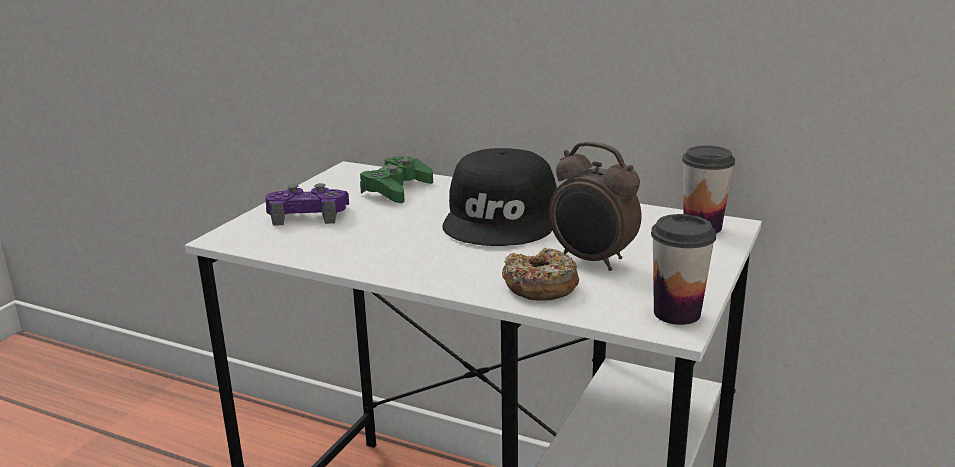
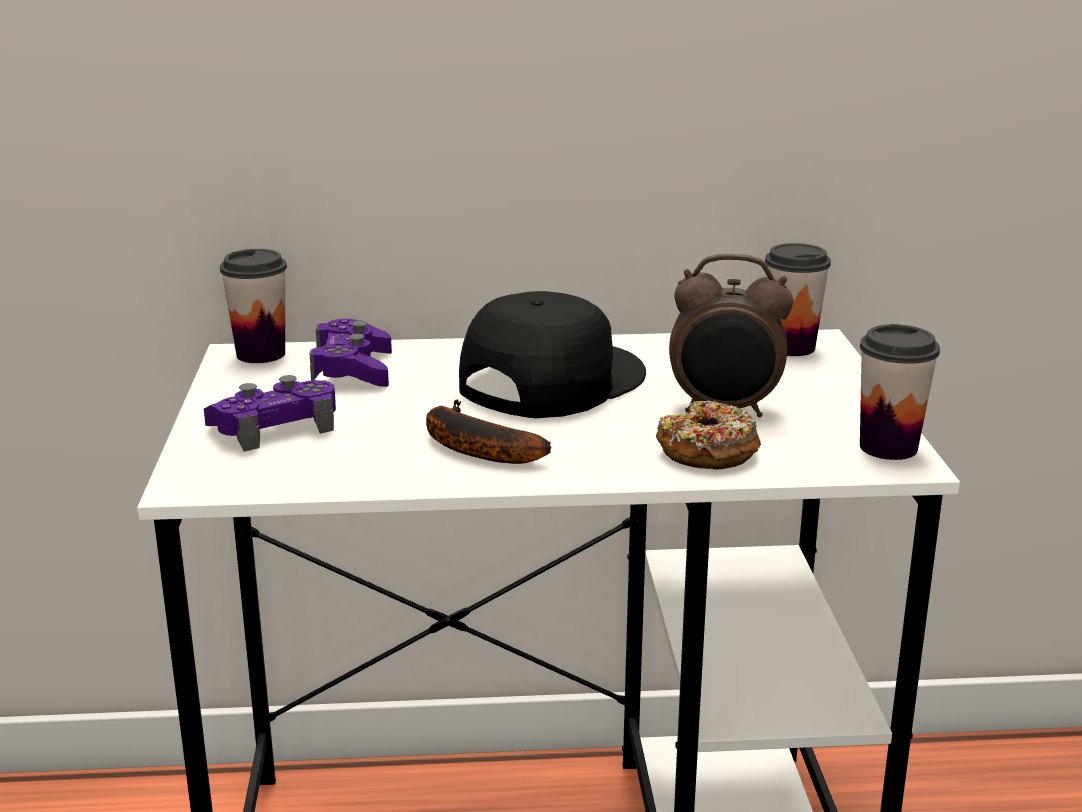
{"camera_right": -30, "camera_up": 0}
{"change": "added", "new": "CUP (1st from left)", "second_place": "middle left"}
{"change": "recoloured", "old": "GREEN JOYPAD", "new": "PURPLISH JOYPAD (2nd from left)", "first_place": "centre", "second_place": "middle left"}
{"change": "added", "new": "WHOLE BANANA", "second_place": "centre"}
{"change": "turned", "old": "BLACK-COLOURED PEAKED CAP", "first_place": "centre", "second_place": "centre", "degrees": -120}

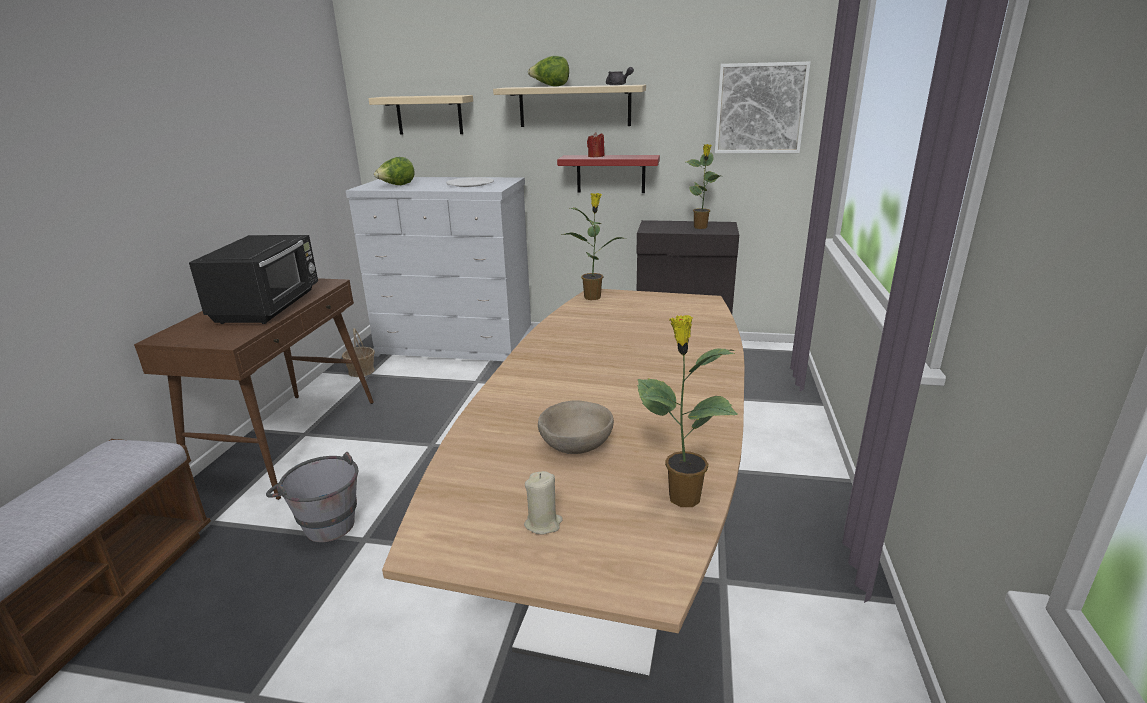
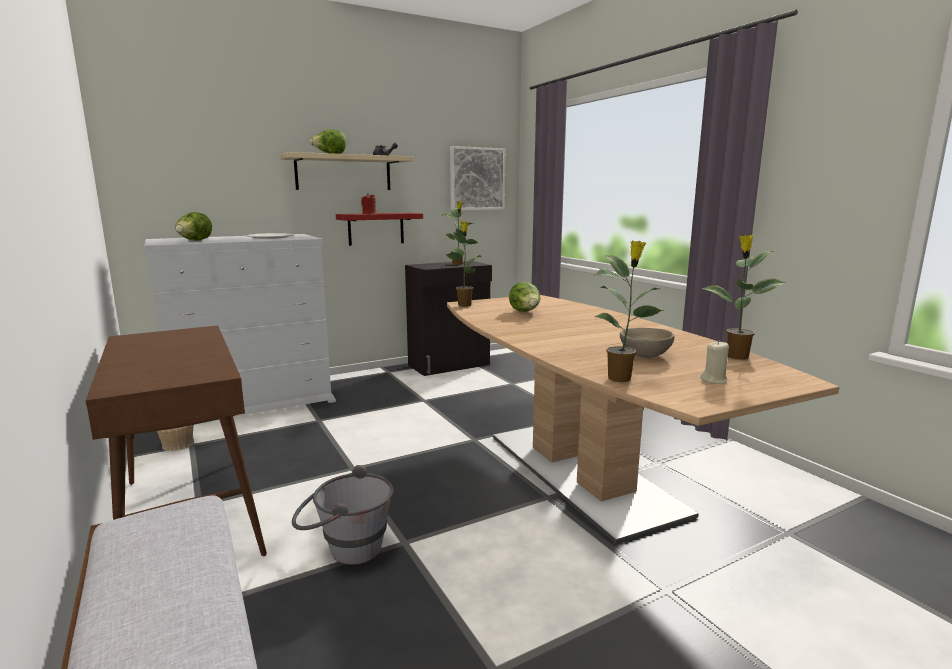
{"camera_right": -40, "camera_up": -10}
{"change": "added", "new": "LETTUCE HEAD (3rd from left)", "second_place": "centre"}
{"change": "added", "new": "HOUSEPLANT (3rd from left)", "second_place": "centre"}
{"change": "removed", "old": "BLACK-COLOURED MICROWAVE OVEN", "first_place": "middle left"}
{"change": "removed", "old": "BEIGE BRACKET SHELF (1st from left)", "first_place": "top centre"}

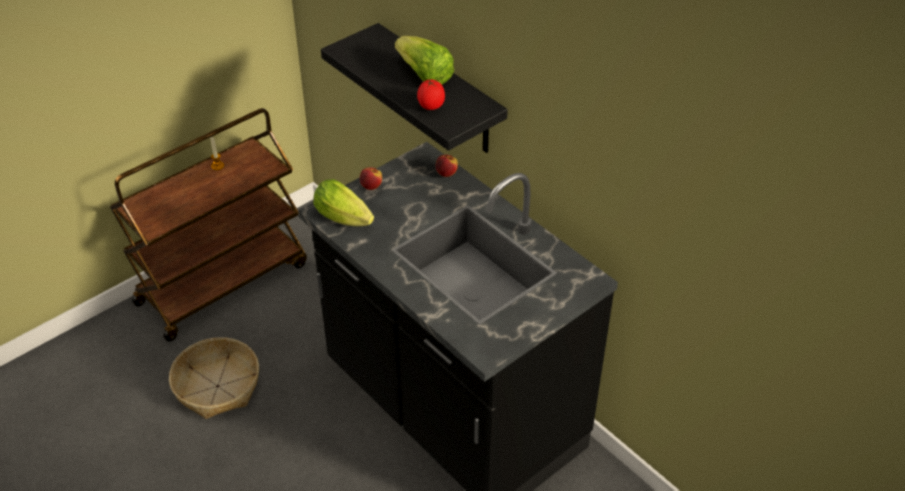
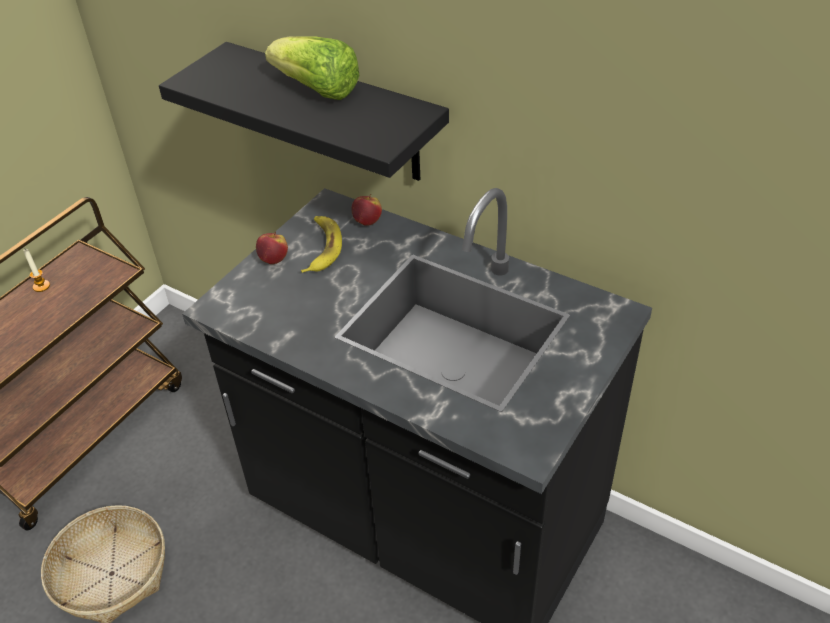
{"camera_right": -15, "camera_up": 0}
{"change": "added", "new": "WHOLE BANANA", "second_place": "centre"}
{"change": "removed", "old": "LETTUCE HEAD (1st from left)", "first_place": "centre"}
{"change": "removed", "old": "FRESH TOMATO", "first_place": "top centre"}

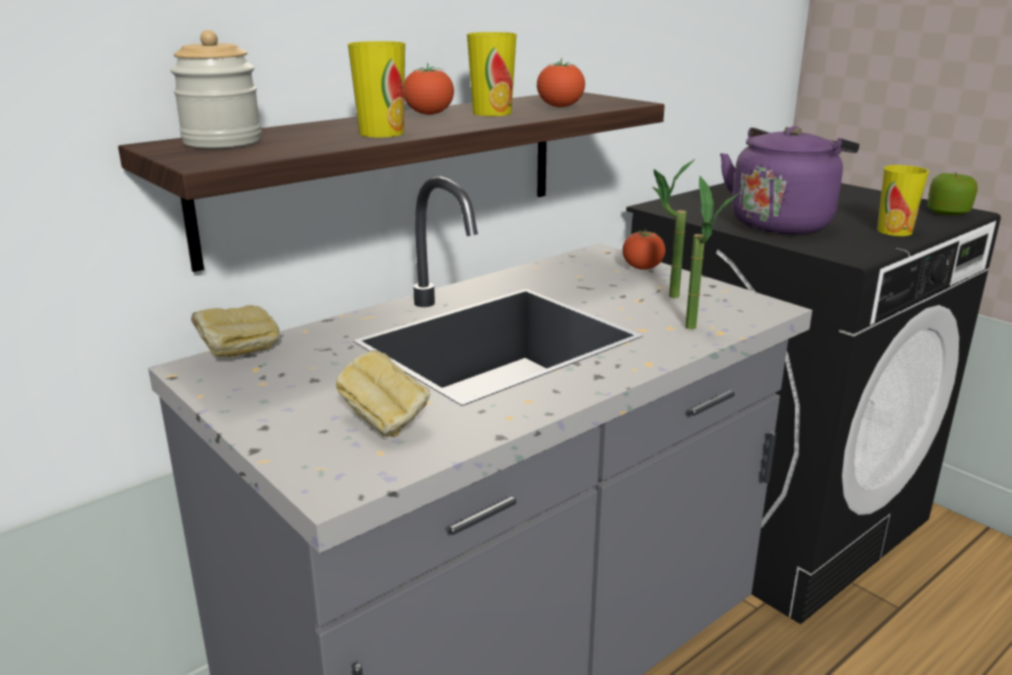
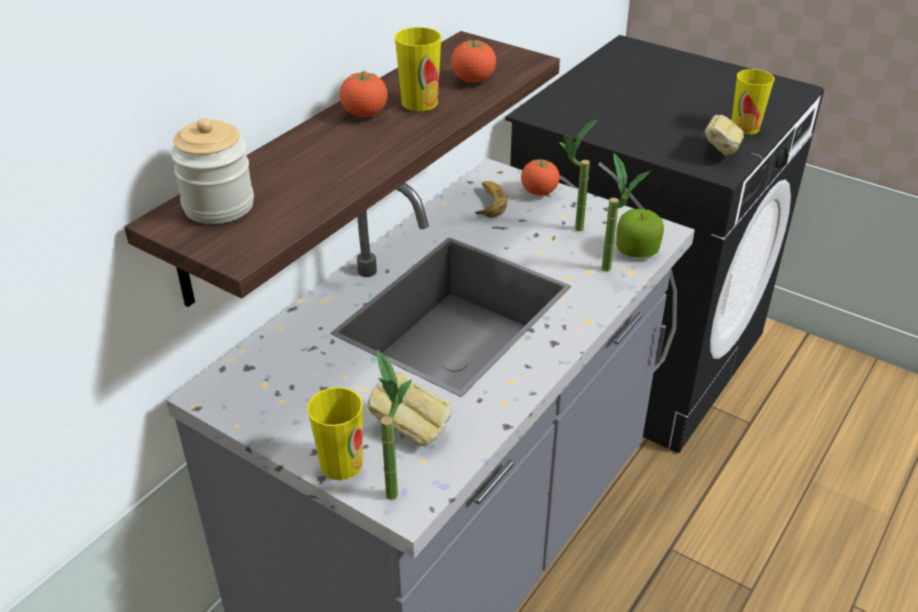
{"camera_right": -15, "camera_up": 15}
{"change": "moved", "old": "CUP (1st from left)", "first_place": "top centre", "second_place": "bottom centre"}
{"change": "added", "new": "HOUSEPLANT (1st from left)", "second_place": "bottom centre"}
{"change": "added", "new": "WHOLE BANANA", "second_place": "top centre"}
{"change": "moved", "old": "WHOLE APPLE", "first_place": "top right", "second_place": "middle right"}
{"change": "moved", "old": "BAKED BREAD (1st from left in the first image)", "new": "BAKED BREAD (2nd from left)", "first_place": "middle left", "second_place": "top right"}
{"change": "removed", "old": "PURPLISH TEA KETTLE", "first_place": "top right"}

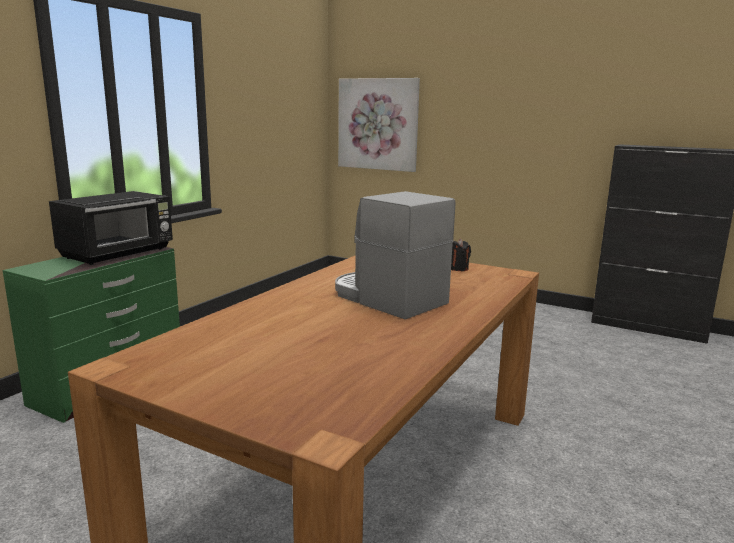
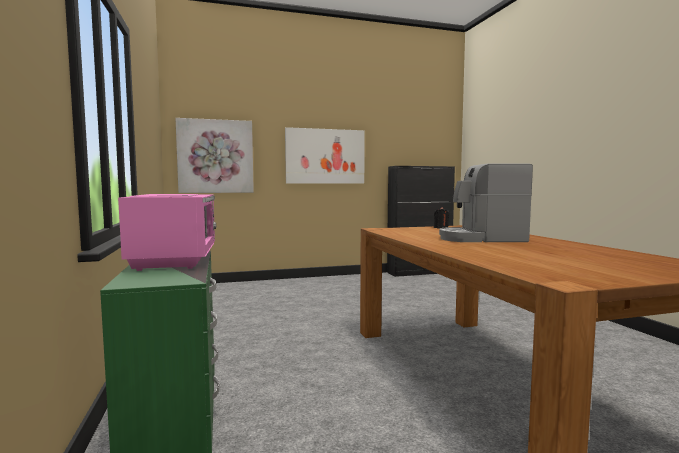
{"camera_right": -45, "camera_up": -10}
{"change": "recoloured", "old": "BLACK-COLOURED MICROWAVE OVEN", "new": "PINK-COLOURED MICROWAVE OVEN", "first_place": "middle left", "second_place": "middle left"}
{"change": "added", "new": "WALL PICTURE (2nd from left)", "second_place": "centre"}

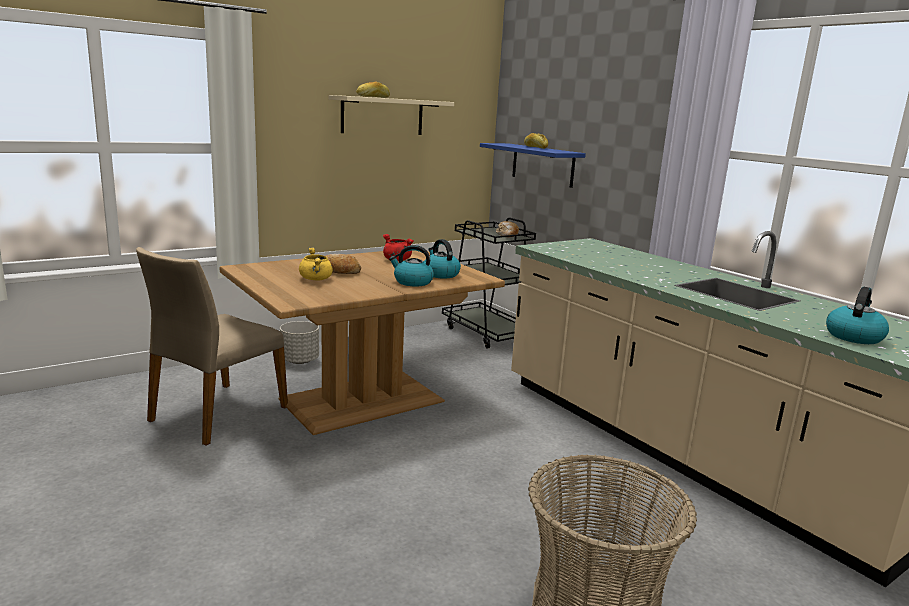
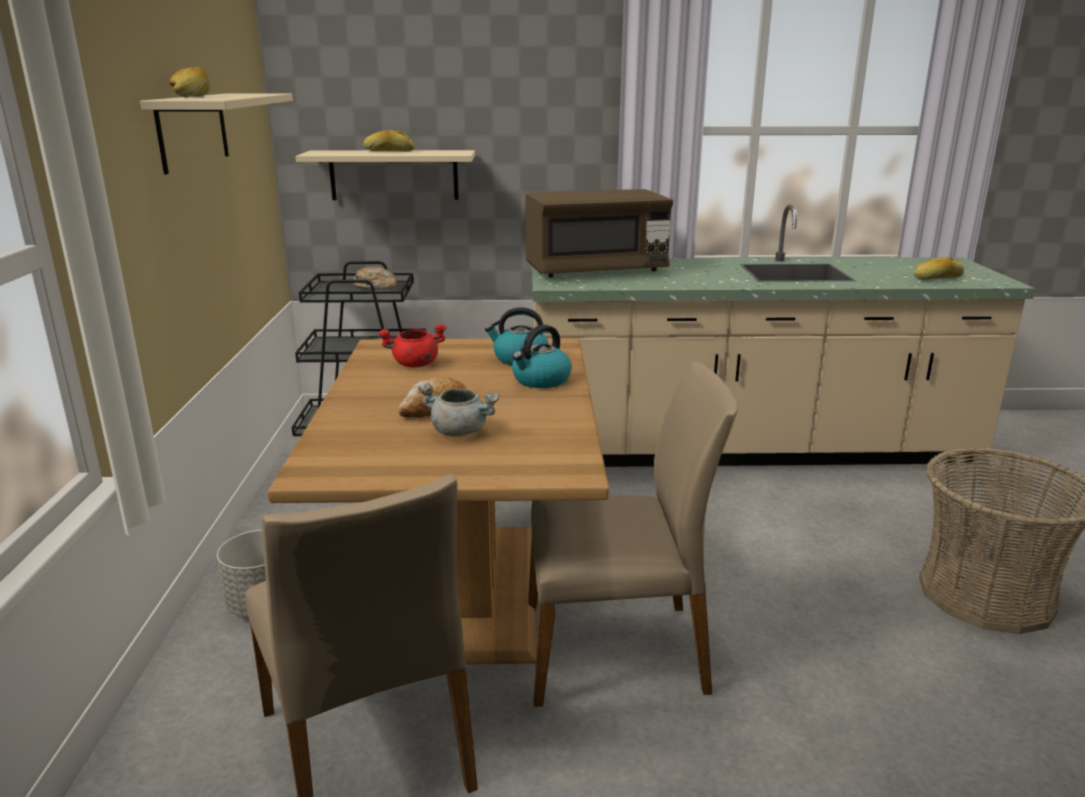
{"camera_right": -55, "camera_up": 5}
{"change": "recoloured", "old": "BLUE-COLOURED BRACKET SHELF", "new": "BEIGE BRACKET SHELF (2nd from left)", "first_place": "top centre", "second_place": "top centre"}
{"change": "recoloured", "old": "YELLOWISH SAUCEPOT", "new": "GRAY SAUCEPOT", "first_place": "centre", "second_place": "centre"}
{"change": "added", "new": "BROWN MICROWAVE OVEN", "second_place": "top centre"}
{"change": "added", "new": "BEIGE PLAIN CHAIR (2nd from left)", "second_place": "bottom centre"}
{"change": "replaced", "old": "TEA KETTLE (3rd from left)", "new": "BAKED BREAD (5th from left)", "first_place": "middle right", "second_place": "middle right"}

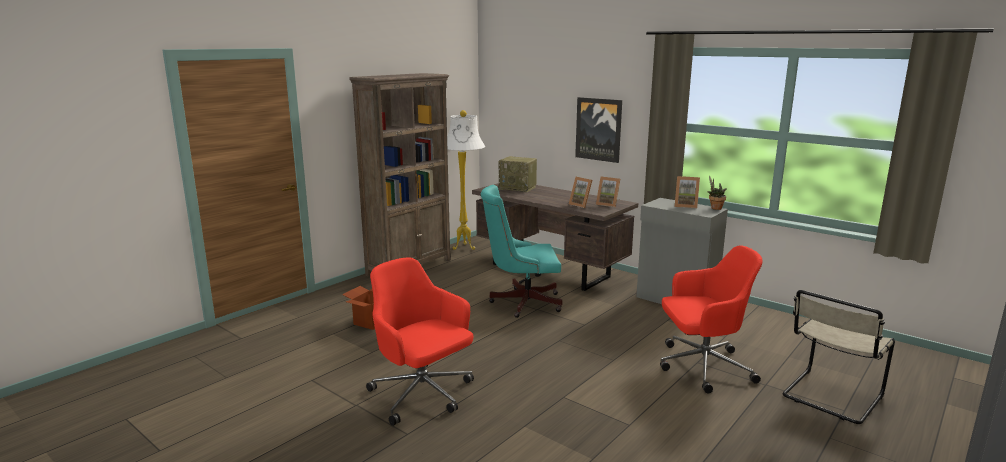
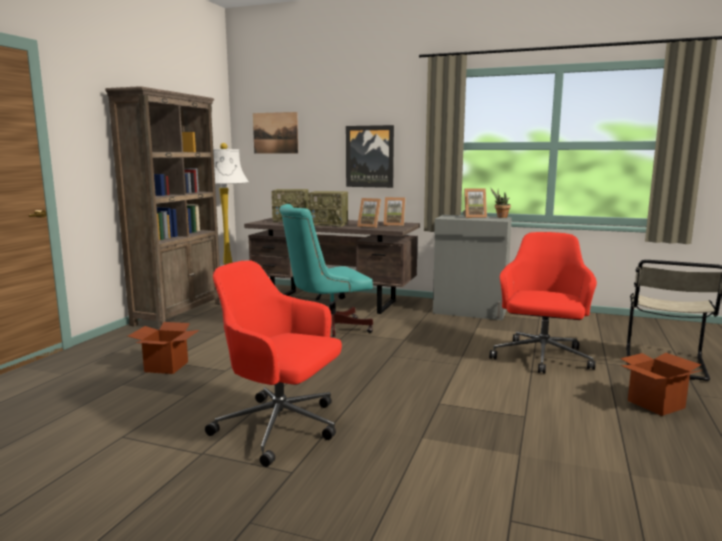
{"camera_right": -20, "camera_up": -5}
{"change": "added", "new": "WALL PICTURE (1st from left)", "second_place": "top centre"}
{"change": "added", "new": "RADIO (2nd from left)", "second_place": "centre"}
{"change": "turned", "old": "REDDISH DESK CHAIR (2nd from left)", "first_place": "bottom right", "second_place": "middle right", "degrees": -45}
{"change": "added", "new": "CARTON (2nd from left)", "second_place": "bottom right"}

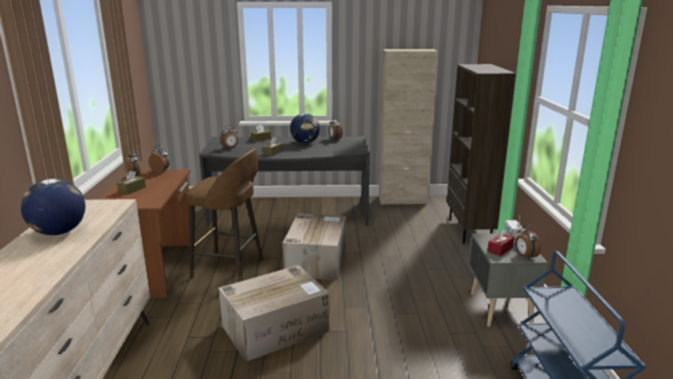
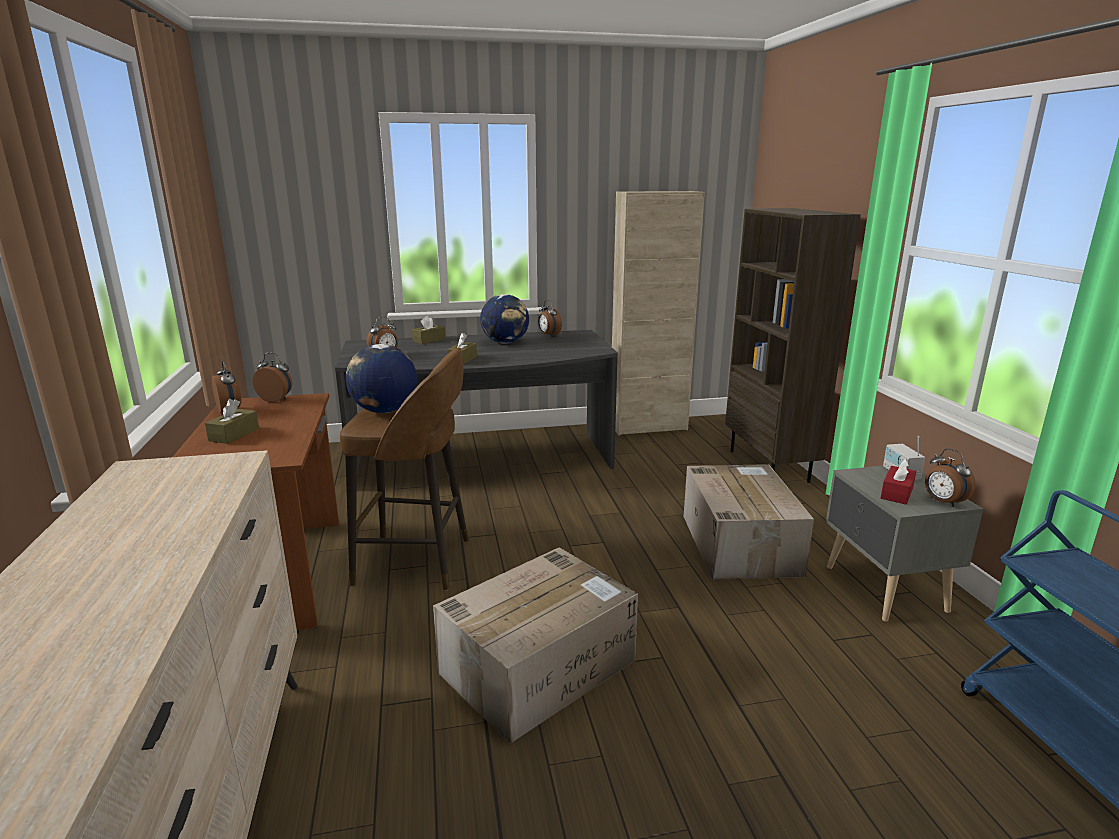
{"camera_right": -10, "camera_up": 0}
{"change": "moved", "old": "WORLD GLOBE (1st from left)", "first_place": "middle left", "second_place": "centre"}
{"change": "moved", "old": "CARTON (2nd from left)", "first_place": "centre", "second_place": "middle right"}

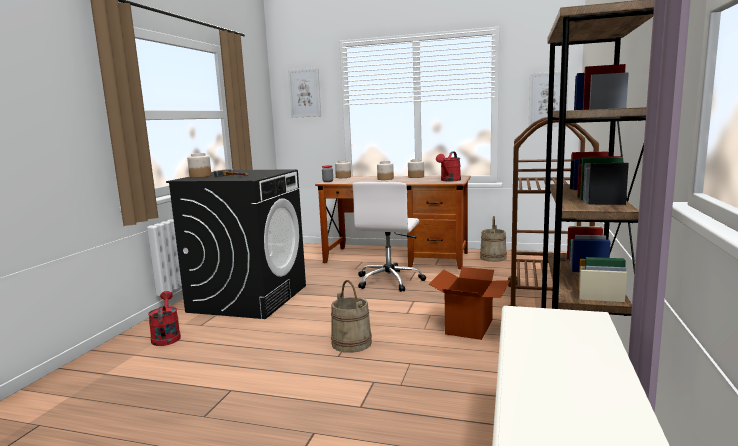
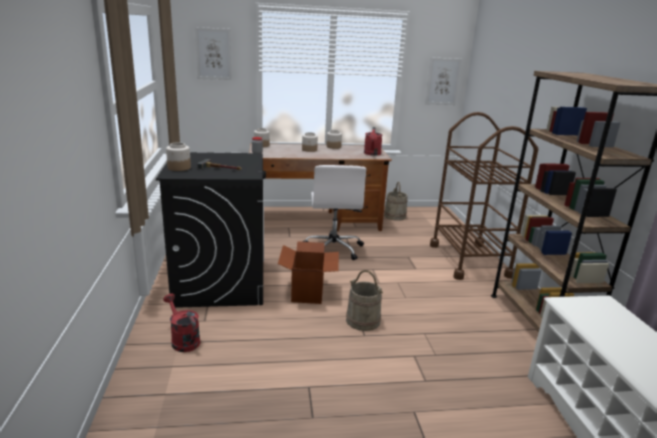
{"camera_right": -25, "camera_up": 10}
{"change": "moved", "old": "CARTON", "first_place": "bottom centre", "second_place": "centre"}

